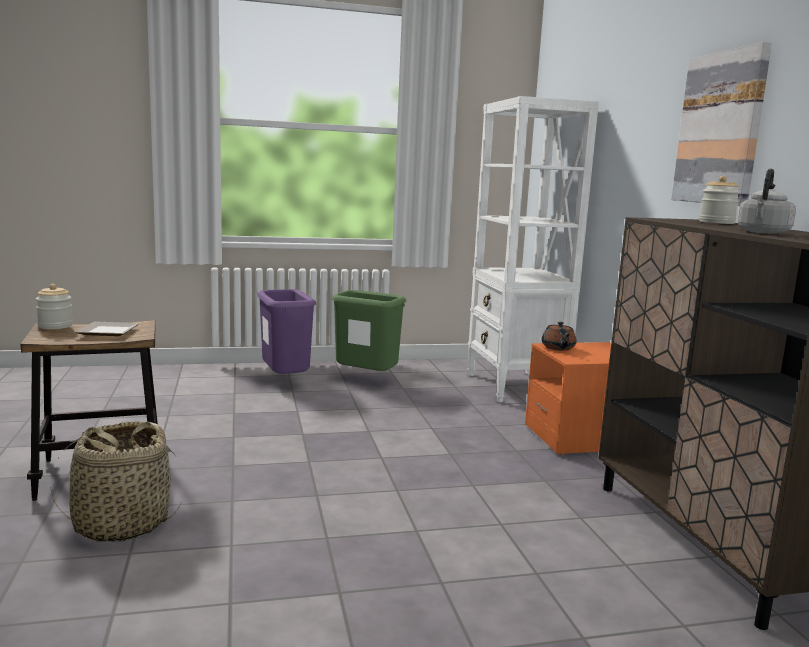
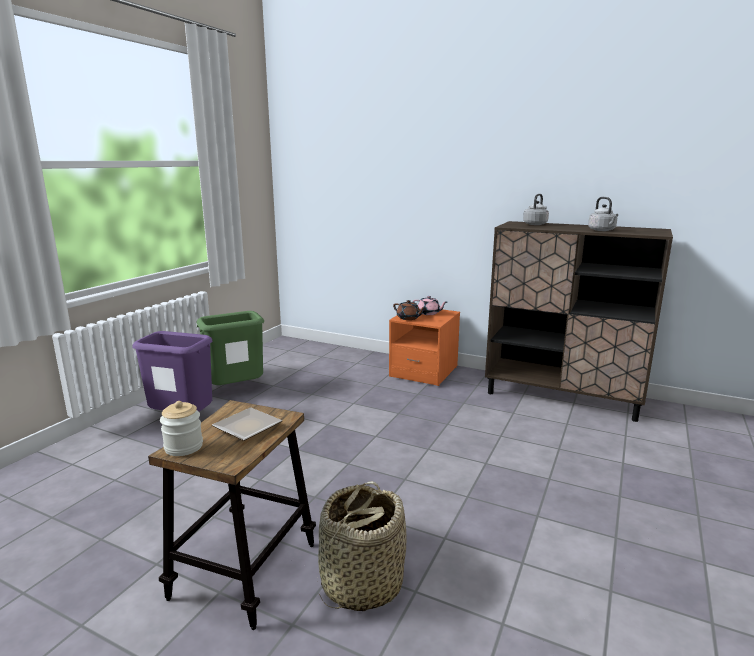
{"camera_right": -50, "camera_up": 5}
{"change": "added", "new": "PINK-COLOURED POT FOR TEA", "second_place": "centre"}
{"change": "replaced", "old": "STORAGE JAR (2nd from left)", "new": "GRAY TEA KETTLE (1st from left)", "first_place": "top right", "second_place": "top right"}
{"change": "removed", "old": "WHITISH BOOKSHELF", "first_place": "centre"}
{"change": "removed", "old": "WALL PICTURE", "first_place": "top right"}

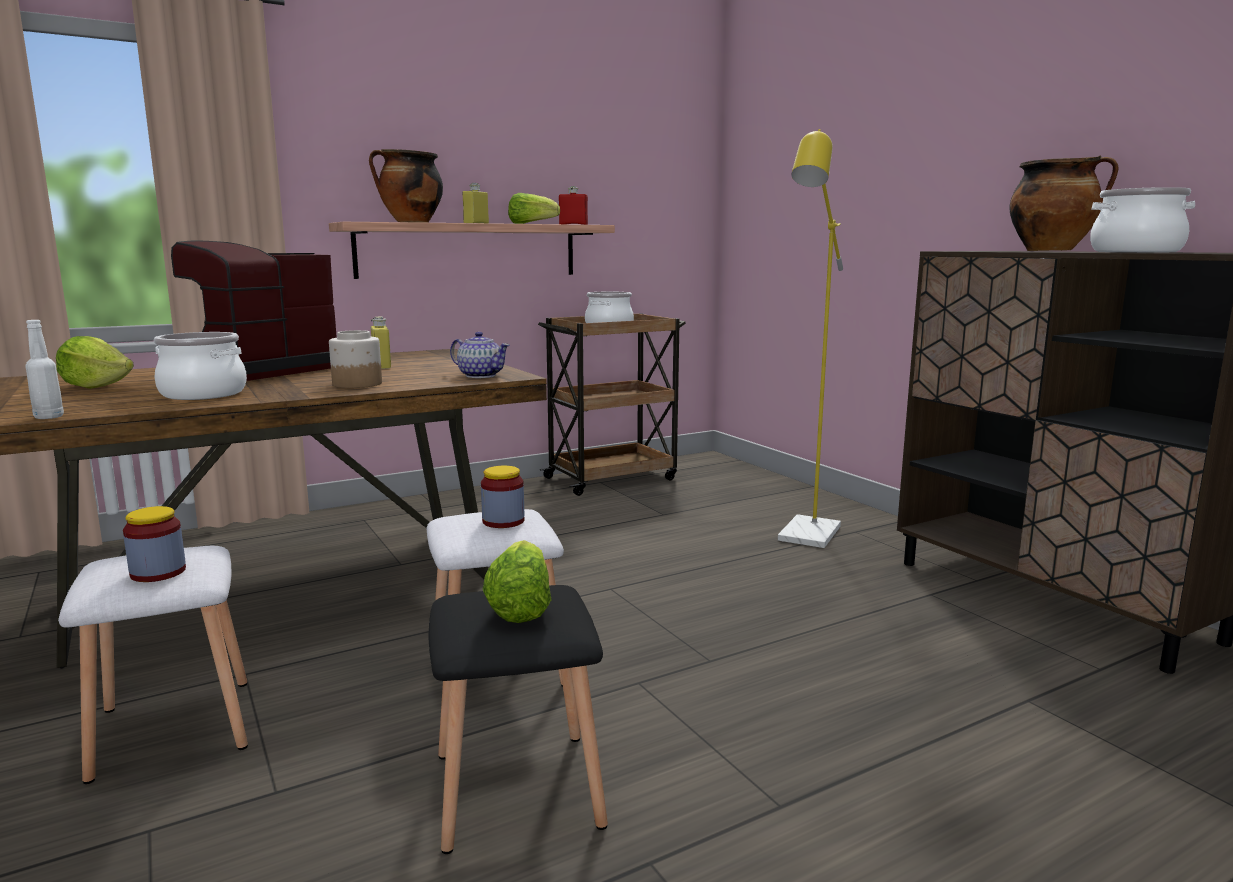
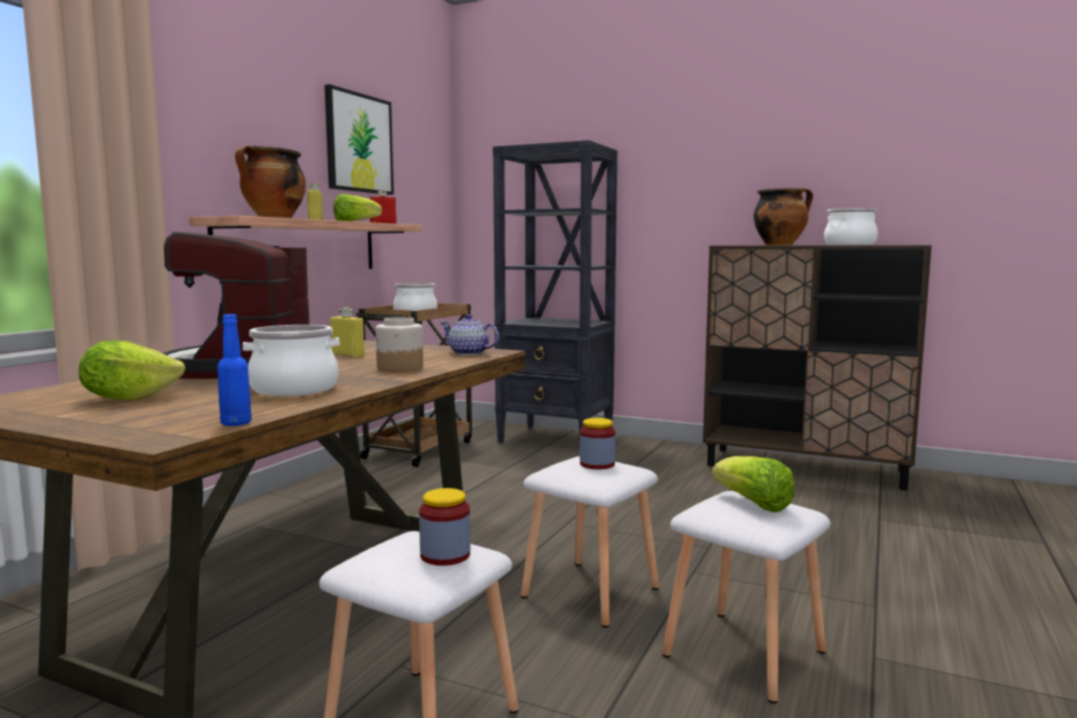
{"camera_right": -35, "camera_up": -5}
{"change": "recoloured", "old": "WHITISH BEVERAGE BOTTLE", "new": "BLUE-COLOURED BEVERAGE BOTTLE", "first_place": "middle left", "second_place": "middle left"}
{"change": "added", "new": "WALL PICTURE", "second_place": "top centre"}
{"change": "turned", "old": "POT FOR TEA", "first_place": "centre", "second_place": "centre", "degrees": -150}
{"change": "added", "new": "BLACK-COLOURED BOOKSHELF", "second_place": "centre"}
{"change": "recoloured", "old": "BLACK-COLOURED STOOL", "new": "WHITISH STOOL (3rd from left)", "first_place": "bottom centre", "second_place": "bottom right"}
{"change": "removed", "old": "YELLOWISH STANDARD LAMP", "first_place": "centre"}

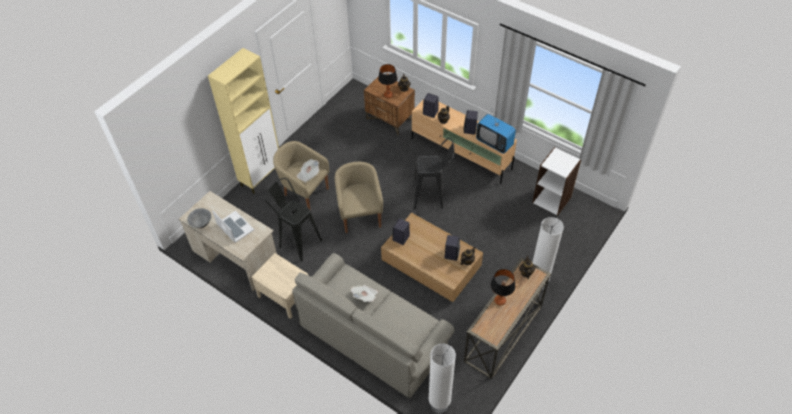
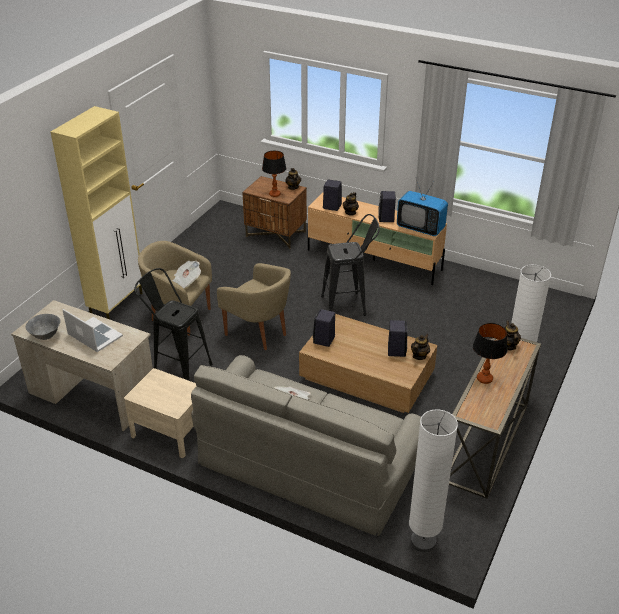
{"camera_right": -10, "camera_up": -15}
{"change": "turned", "old": "BEIGE LOUNGE CHAIR (2nd from left)", "first_place": "centre", "second_place": "centre", "degrees": 150}
{"change": "removed", "old": "WHITISH BOOKSHELF", "first_place": "middle right"}

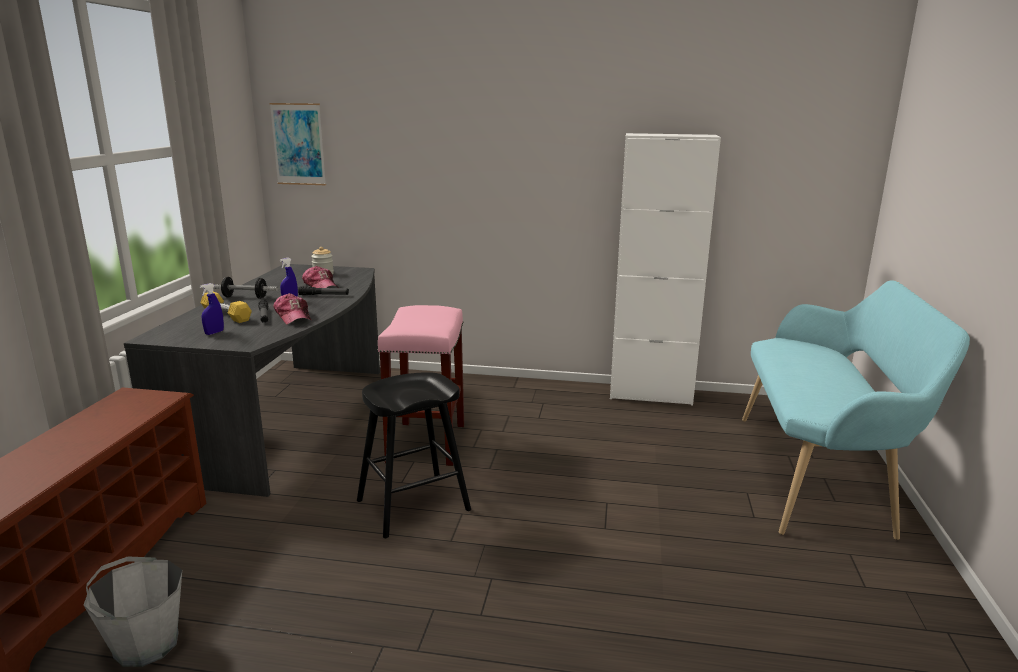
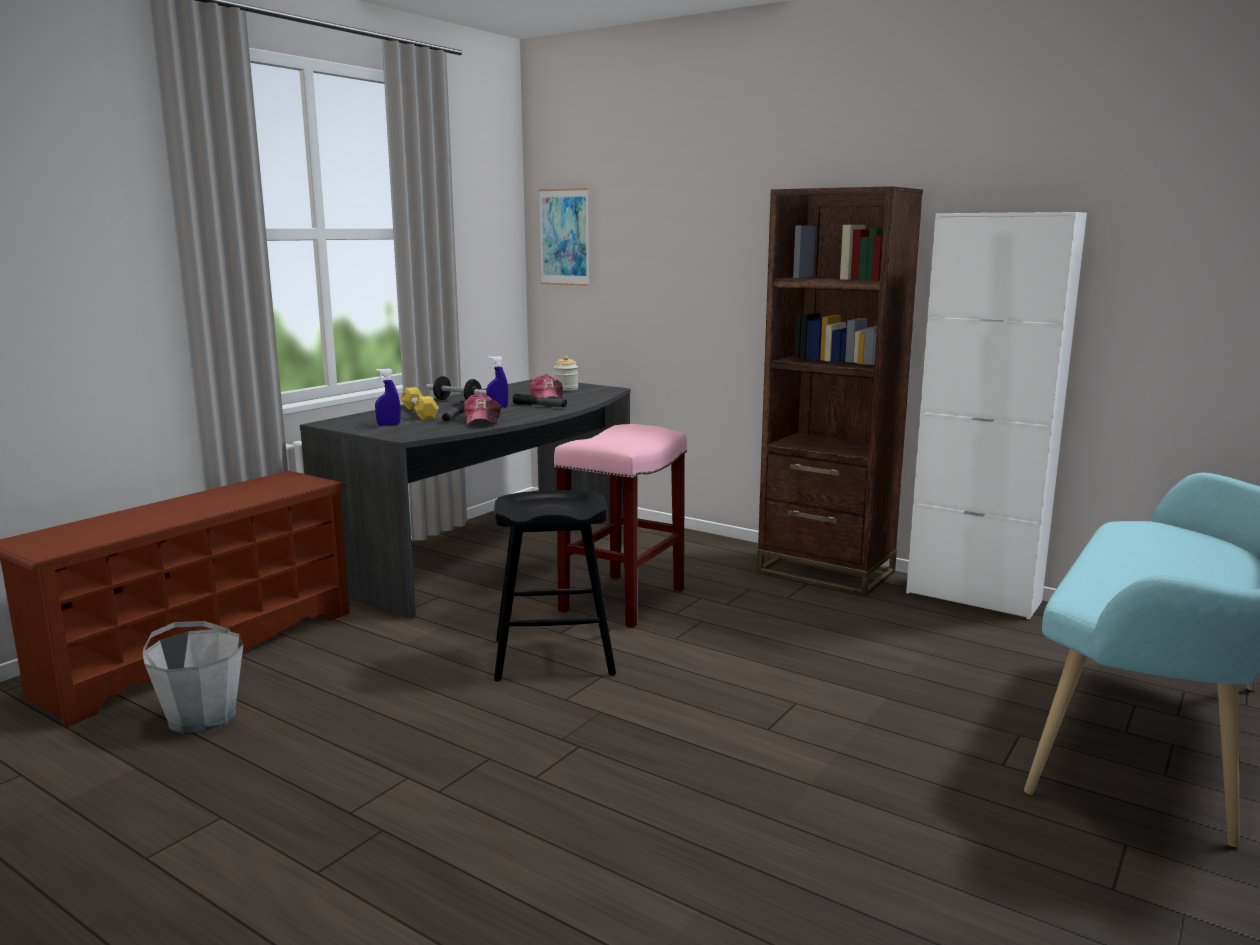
{"camera_right": 25, "camera_up": -5}
{"change": "added", "new": "BROWN BOOKSHELF", "second_place": "middle right"}

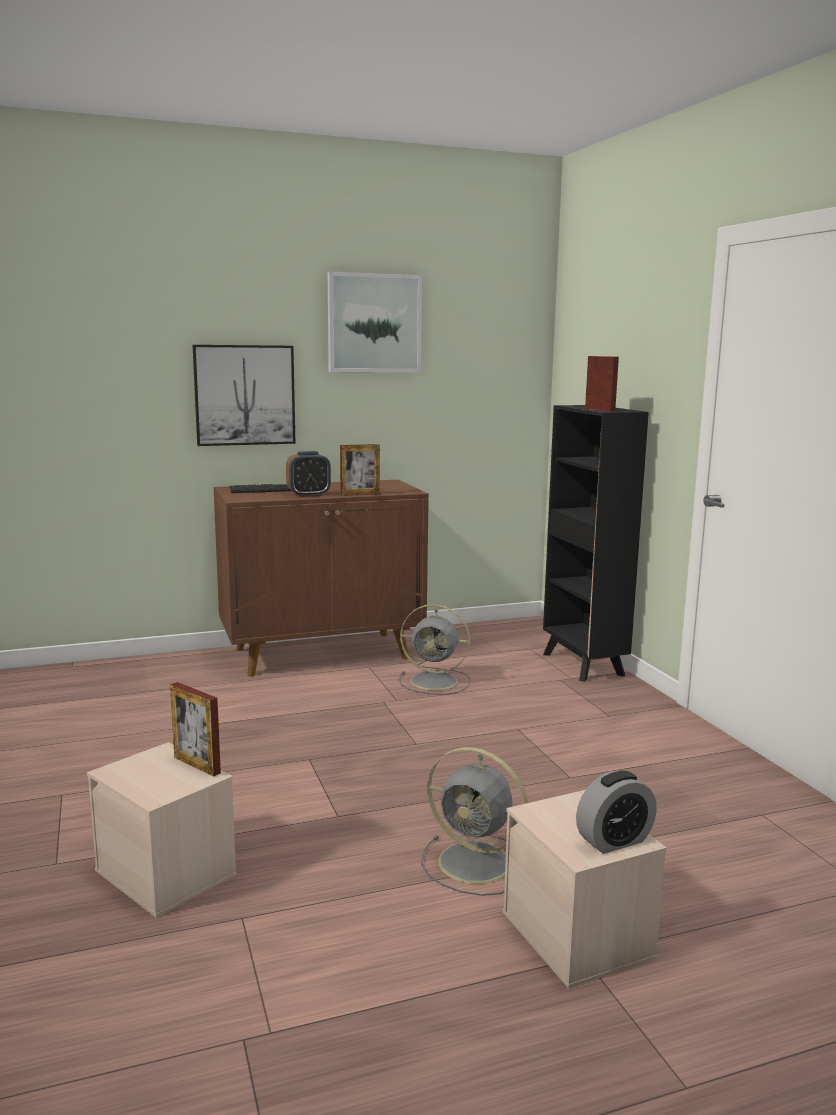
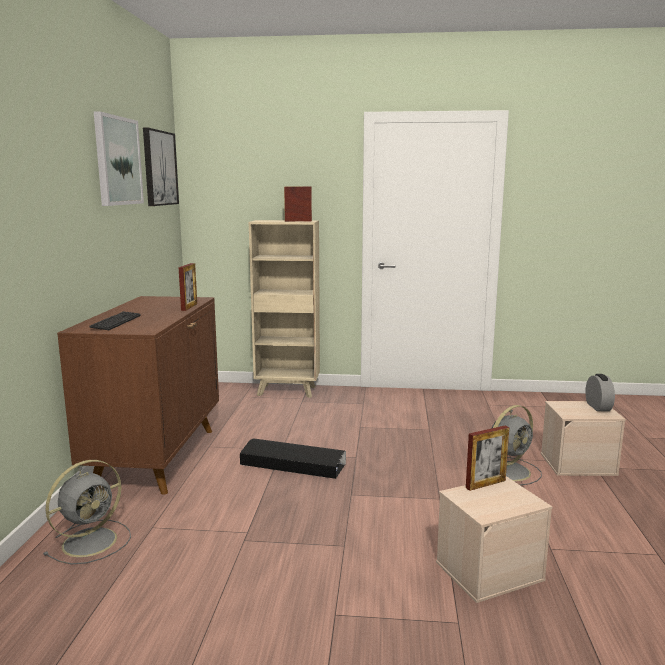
{"camera_right": -65, "camera_up": 0}
{"change": "moved", "old": "GRAY ELECTRIC FAN (1st from left)", "first_place": "centre", "second_place": "bottom left"}
{"change": "moved", "old": "WALL PICTURE (1st from left in the first image)", "new": "WALL PICTURE (2nd from left)", "first_place": "middle left", "second_place": "top left"}
{"change": "added", "new": "BLACK-COLOURED STORAGE BOX", "second_place": "bottom centre"}
{"change": "recoloured", "old": "BLACK-COLOURED BOOKSHELF", "new": "BEIGE BOOKSHELF", "first_place": "middle right", "second_place": "centre"}
{"change": "removed", "old": "BEDSIDE CLOCK (1st from left)", "first_place": "centre"}

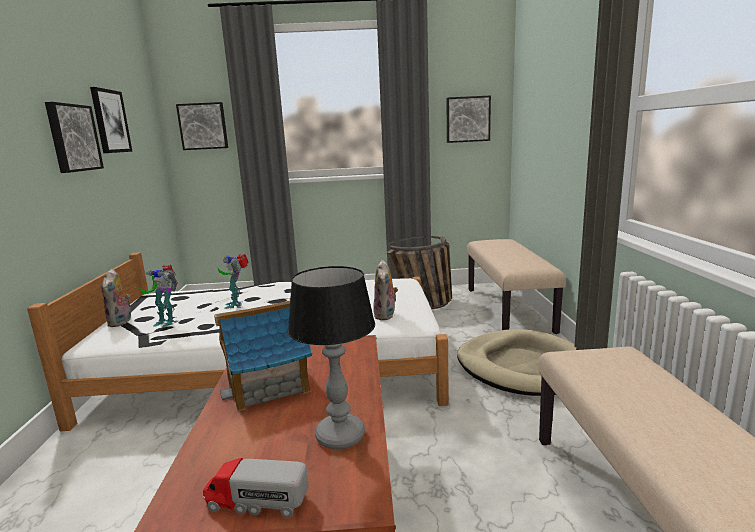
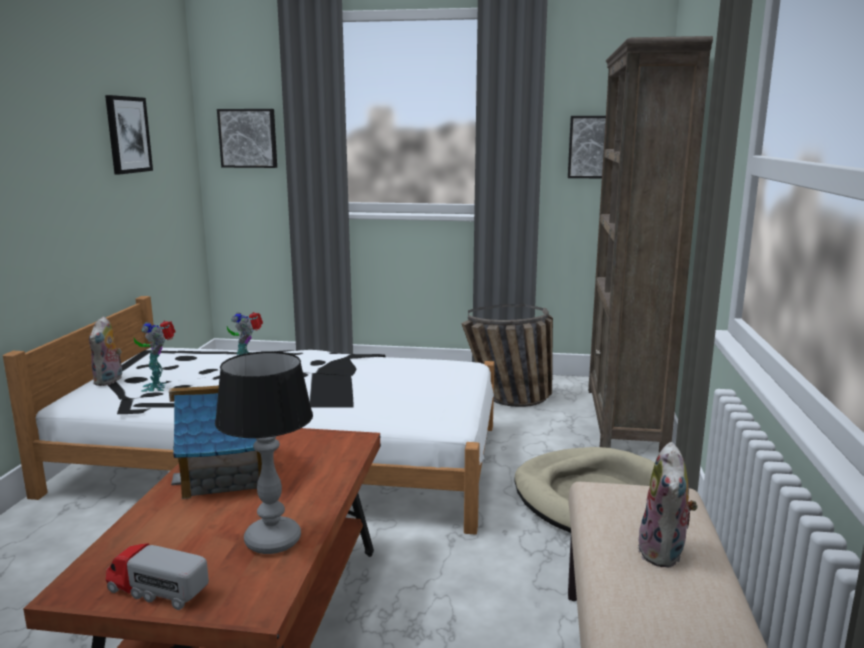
{"camera_right": 10, "camera_up": 0}
{"change": "turned", "old": "MODEL ROBOT (1st from left)", "first_place": "middle left", "second_place": "middle left", "degrees": 45}
{"change": "replaced", "old": "BEIGE INDOOR BENCH (1st from left)", "new": "BROWN BOOKSHELF", "first_place": "middle right", "second_place": "middle right"}
{"change": "moved", "old": "CUDDLY TOY (2nd from left)", "first_place": "centre", "second_place": "bottom right"}
{"change": "removed", "old": "WALL PICTURE (1st from left)", "first_place": "top left"}

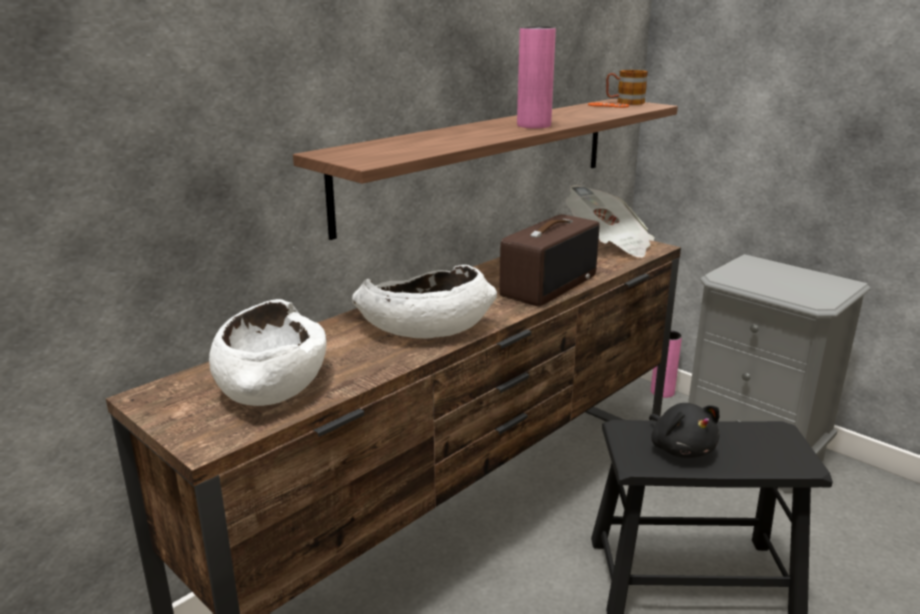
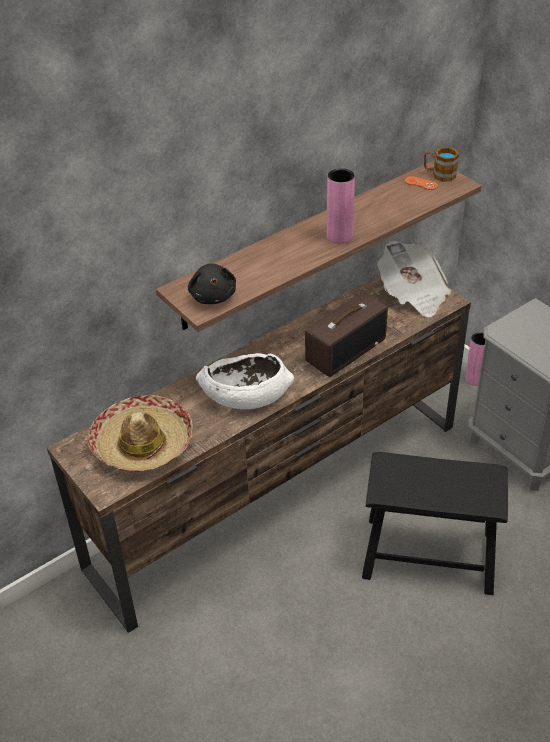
{"camera_right": 10, "camera_up": 20}
{"change": "replaced", "old": "WHITISH BOWL (1st from left)", "new": "HAT", "first_place": "middle left", "second_place": "middle left"}
{"change": "moved", "old": "BLACK-COLOURED CUDDLY TOY", "first_place": "bottom right", "second_place": "centre"}

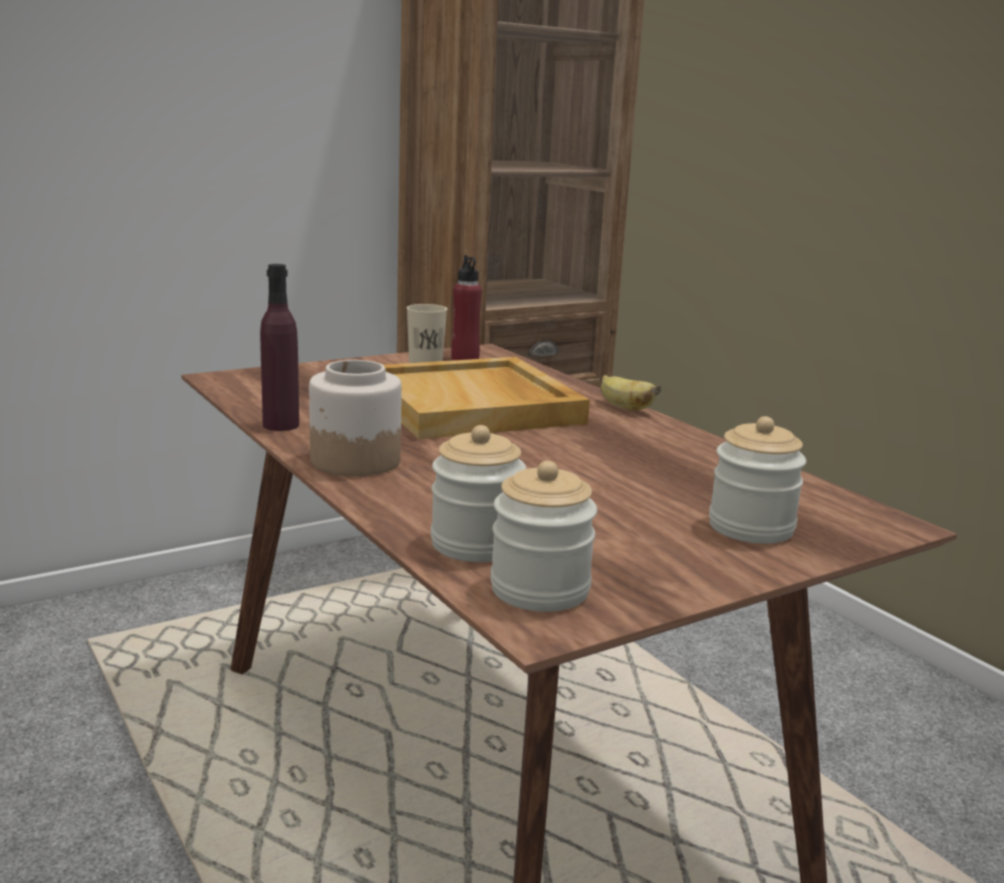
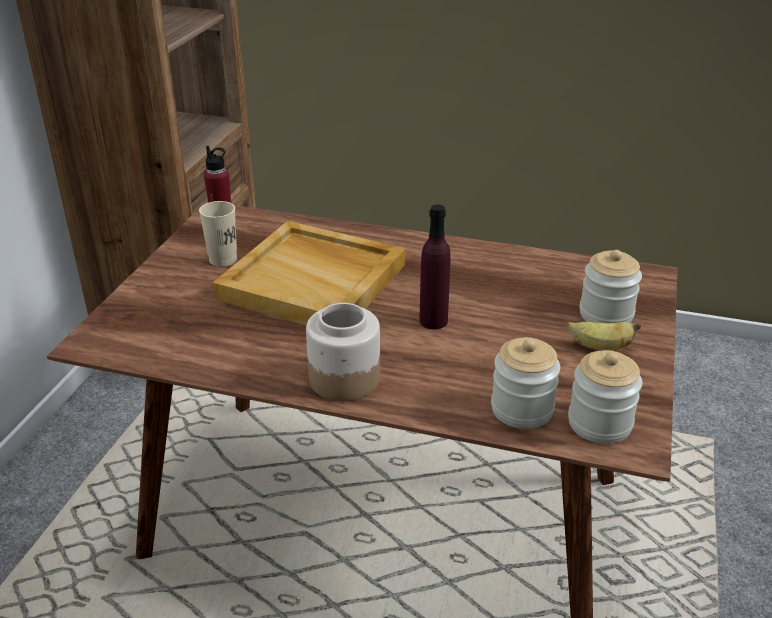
{"camera_right": -40, "camera_up": 15}
{"change": "moved", "old": "PURPLISH BEVERAGE BOTTLE", "first_place": "middle left", "second_place": "centre"}
{"change": "moved", "old": "WHOLE BANANA", "first_place": "centre", "second_place": "middle right"}

